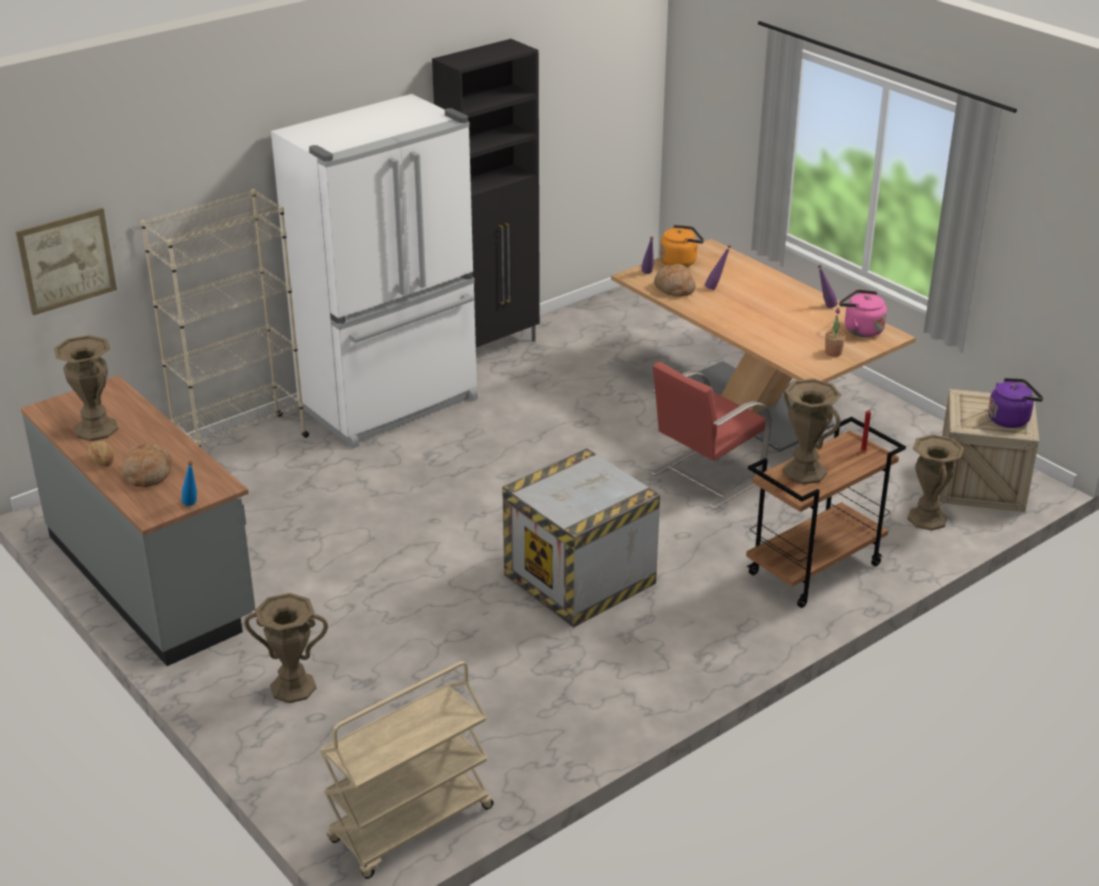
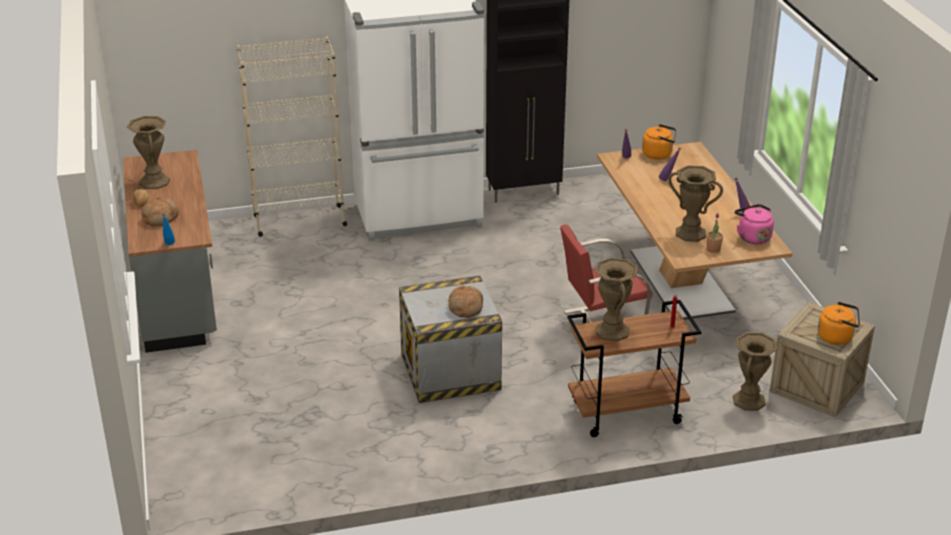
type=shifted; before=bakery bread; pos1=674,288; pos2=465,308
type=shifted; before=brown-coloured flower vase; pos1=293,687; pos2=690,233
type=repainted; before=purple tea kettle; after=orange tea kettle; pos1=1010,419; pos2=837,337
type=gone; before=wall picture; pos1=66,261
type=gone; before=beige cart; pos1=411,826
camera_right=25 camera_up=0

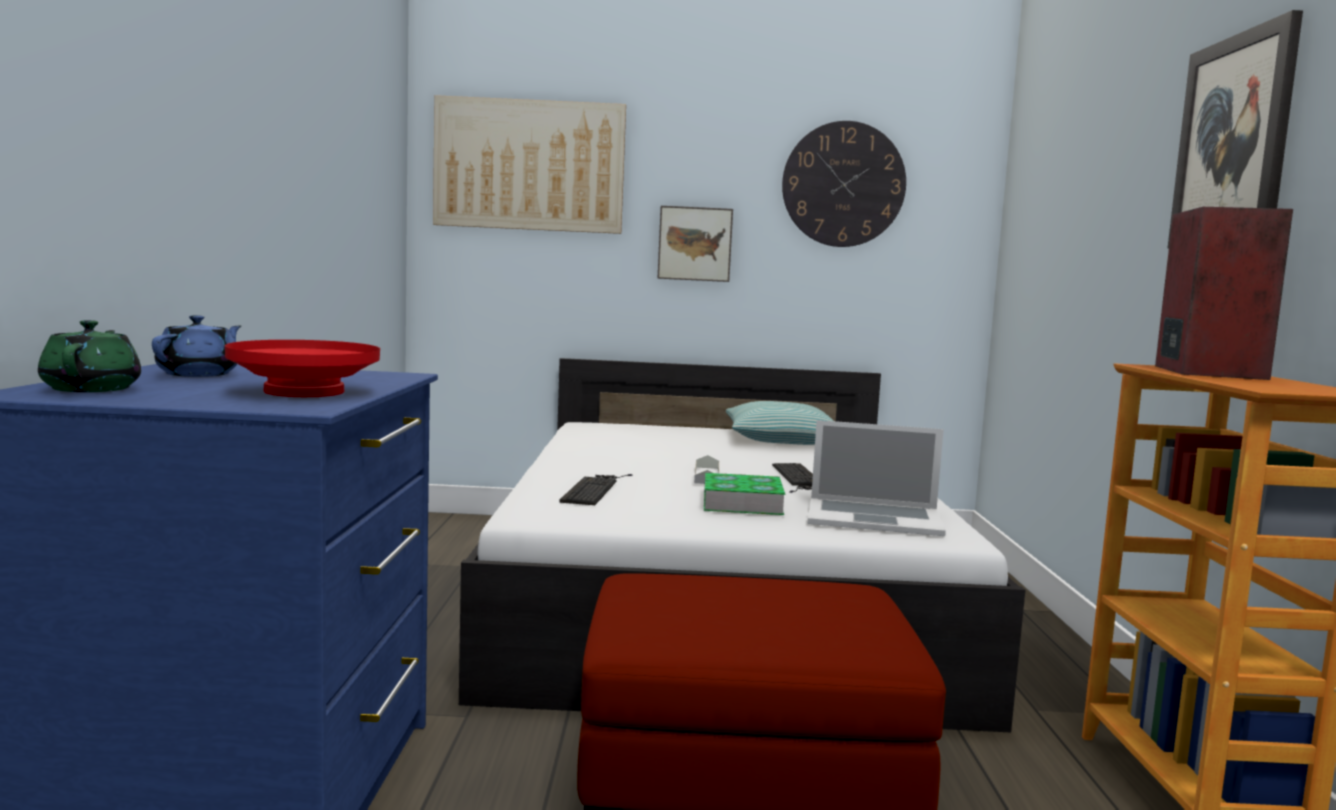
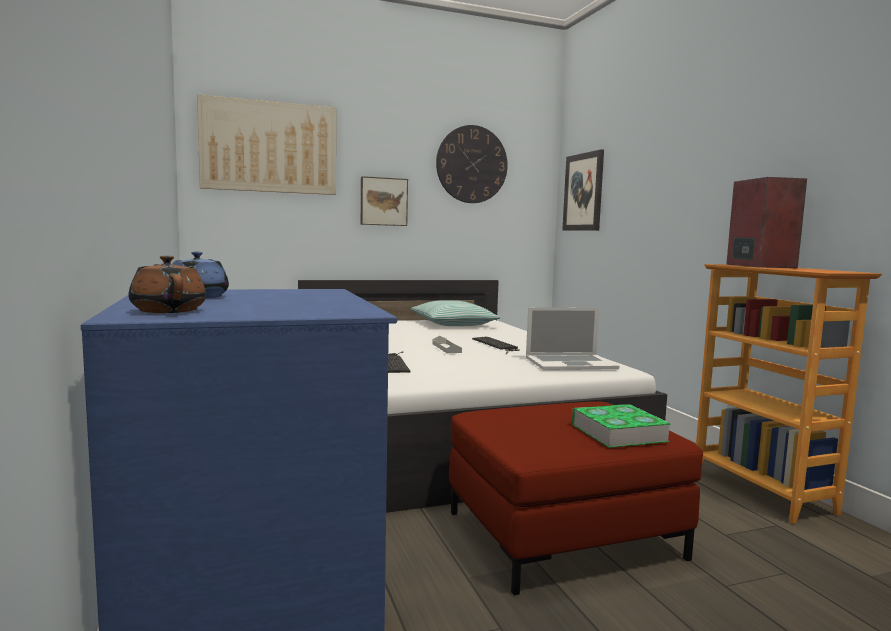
type=repainted; before=greenish pot for tea; after=brown-coloured pot for tea; pos1=92,389; pos2=168,310
type=shifted; before=wall picture; pos1=1232,142; pos2=583,192
type=shifted; before=bound book; pos1=742,503; pos2=618,433
type=gone; before=red serving bowl; pos1=304,392
camera_right=-20 camera_up=0

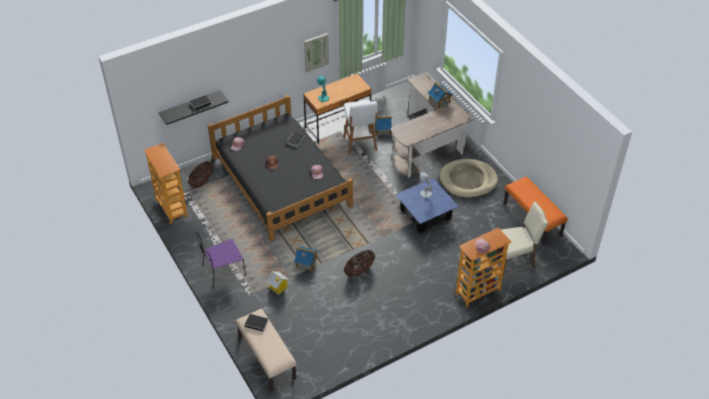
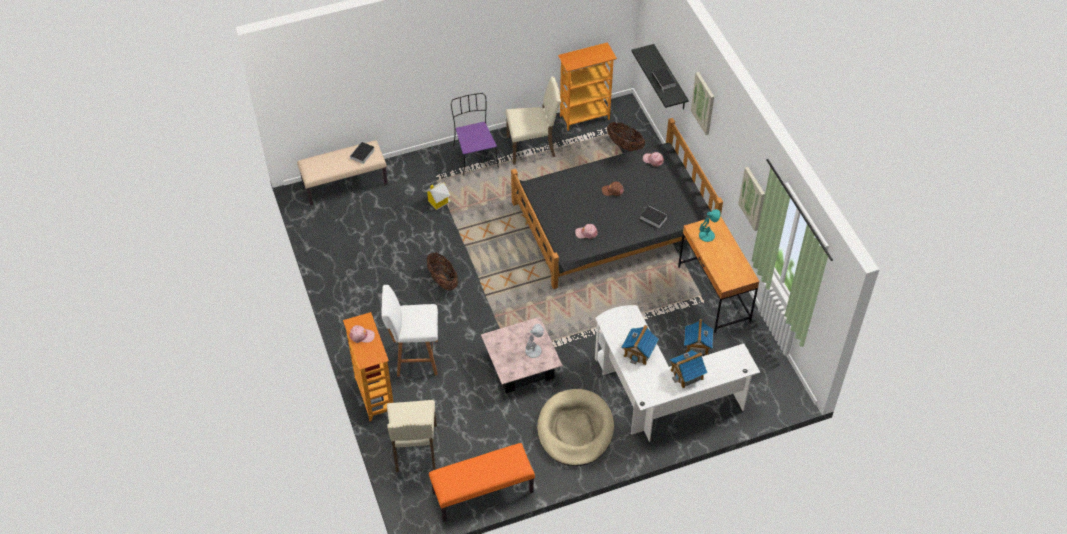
type=shifted; before=white sitting stool; pos1=360,144; pos2=415,358
type=repainted; before=blue-coloured lounge table; after=pinkish lounge table; pos1=425,214; pos2=521,366
type=new; after=beige upright chair; pos2=532,147
type=repainted; before=brown-coloured desk table; after=white desk table; pos1=429,144; pos2=659,396
type=shifted; before=toy house; pos1=306,262; pos2=639,351
type=new; after=wall picture; pos2=703,103
camera_right=100 camera_up=5

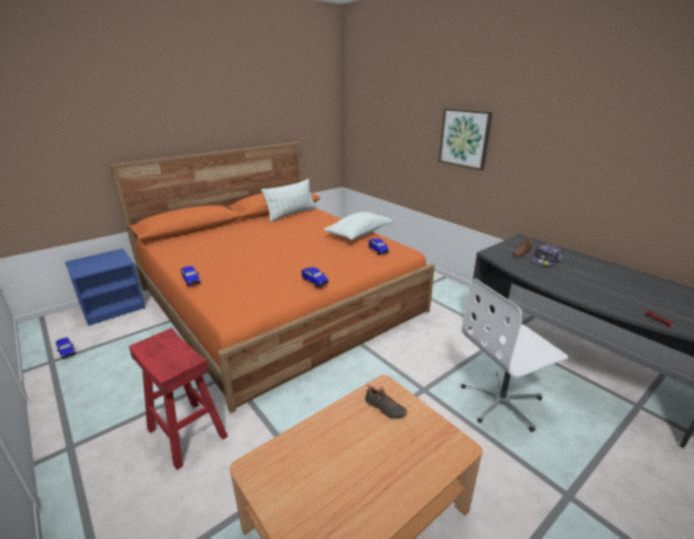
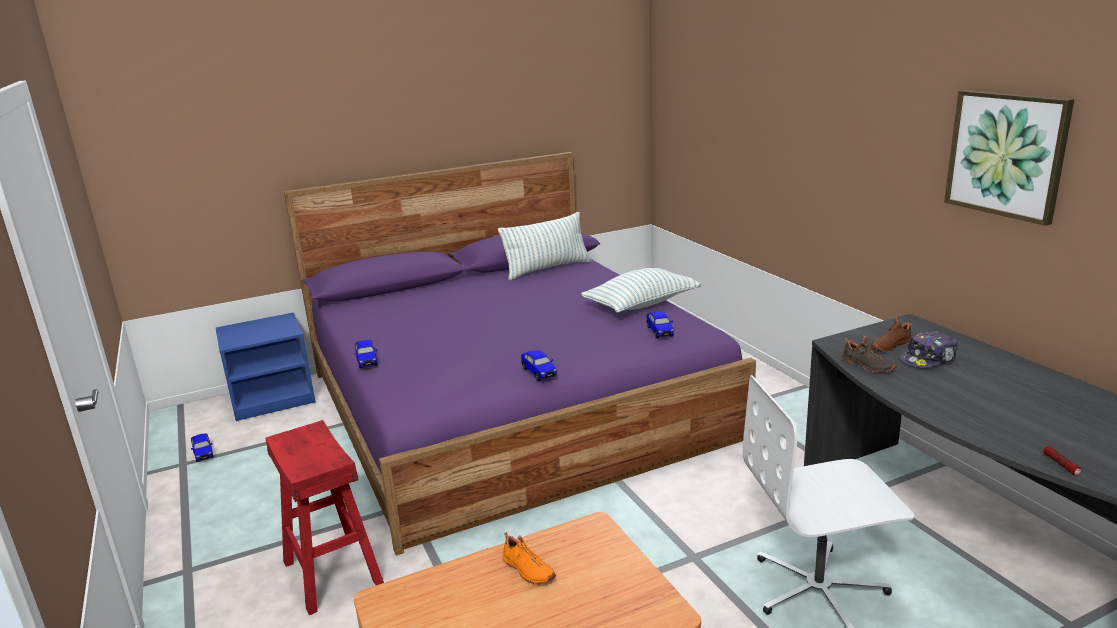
type=repainted; before=orange bed; after=purple bed; pos1=279,299; pos2=511,404
type=new; after=orange low shoe; pos2=527,571
type=shifted; before=black low shoe; pos1=384,409; pos2=867,366
type=shifted; before=wall picture; pos1=464,138; pos2=1006,154
camera_right=15 camera_up=-5

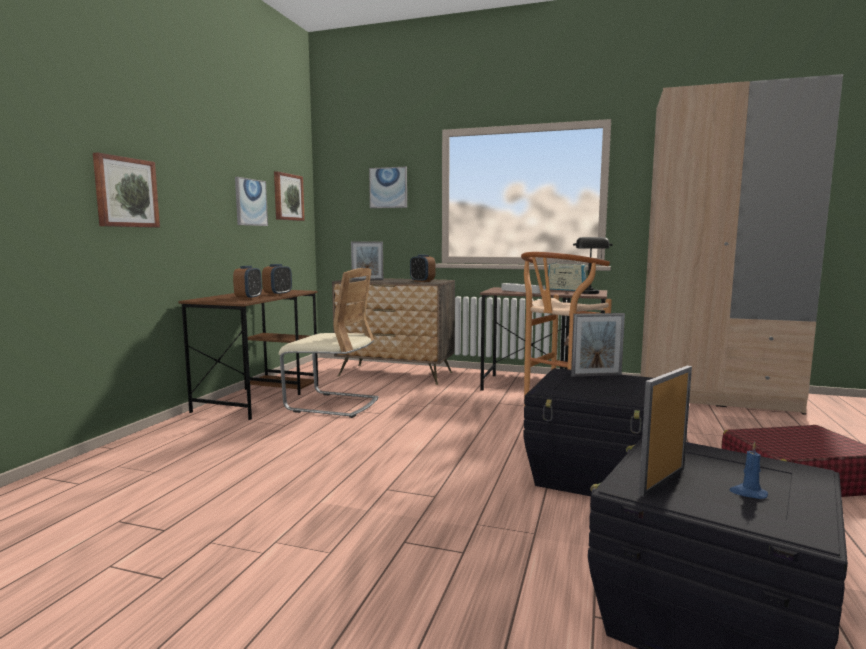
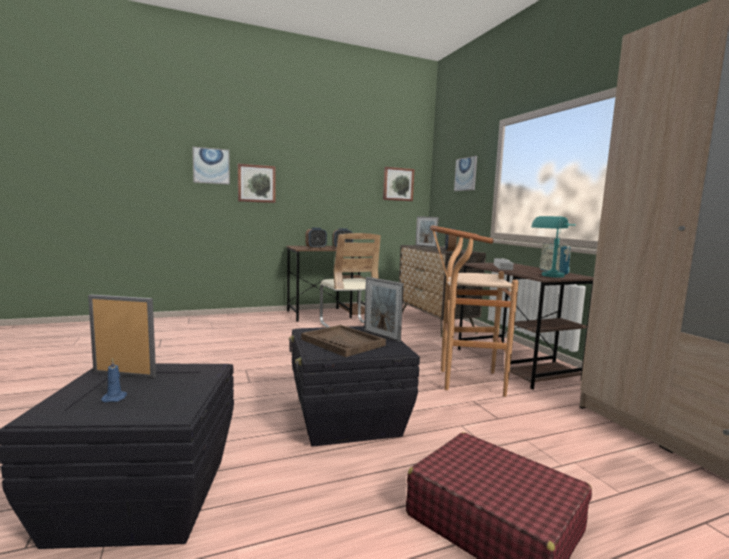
type=shifted; before=wall picture; pos1=250,202; pos2=211,166
type=new; after=brown-coloured tray; pos2=343,342
type=repainted; before=black table lamp; after=blue-green table lamp; pos1=590,293; pos2=548,276
camera_right=50 camera_up=0

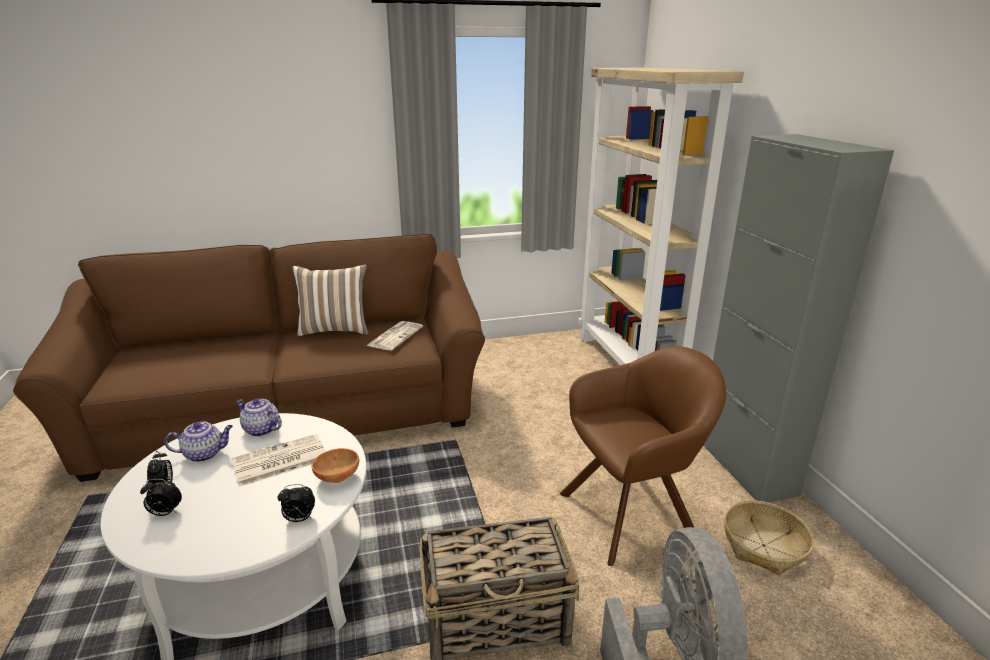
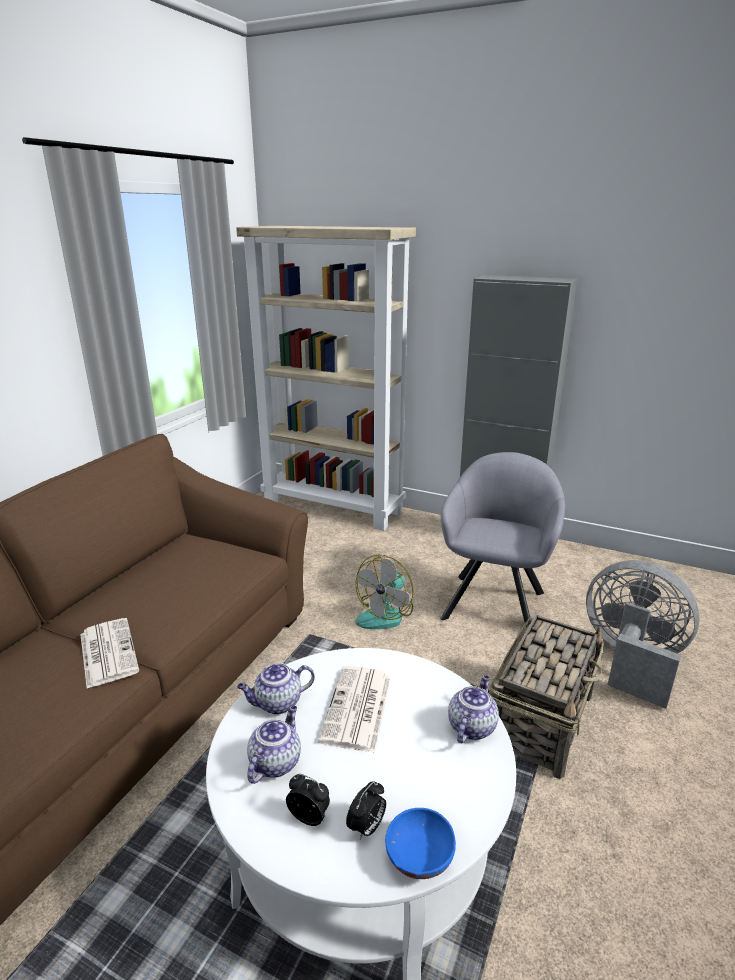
type=shifted; before=newspaper; pos1=395,336; pos2=107,652
type=new; after=electric fan; pos2=386,614
type=new; after=blue-coloured serving bowl; pos2=418,858
type=repainted; before=brown-coloured armchair; after=greyish armchair; pos1=633,513; pos2=495,601
type=swapped; before=bedside clock; after=pot for tea; pos1=299,519; pos2=471,726
type=gone; before=throw pillow; pos1=335,329
type=gone; before=brown-coloured serving bowl; pos1=337,476
type=gone; before=storage basket; pos1=764,545
camera_right=-50 camera_up=0

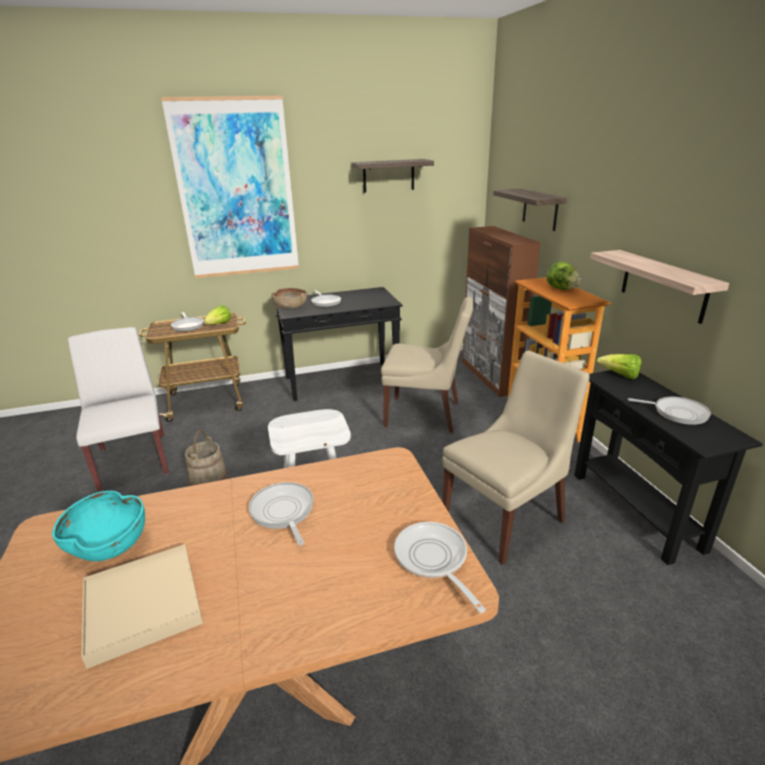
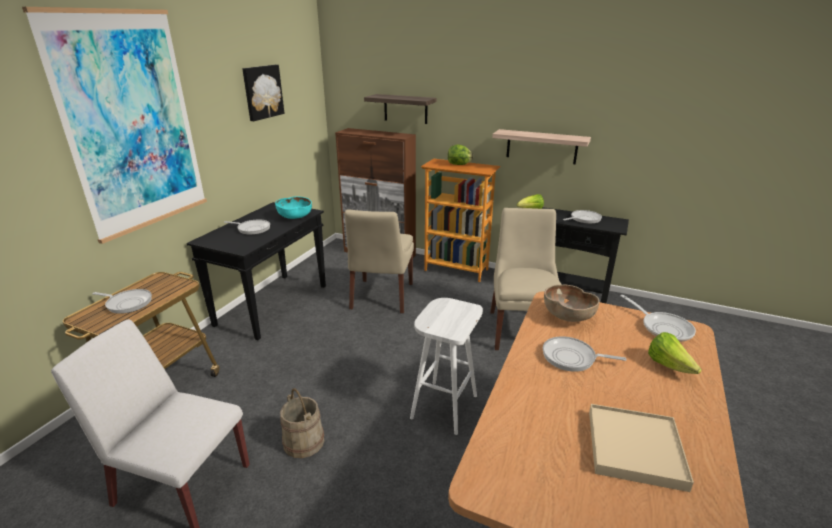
type=swapped; before=wall shelf; after=wall picture; pos1=388,175; pos2=262,92
type=shifted; before=blue-green serving bowl; pos1=109,545; pos2=295,217
type=rotated; before=beige upright chair; pos1=425,414; pos2=381,297; turn=135
type=shifted; before=brown-coloured serving bowl; pos1=290,308; pos2=567,316
type=rotated; before=frying pan; pos1=433,560; pos2=663,328; turn=-135
type=shifted; before=lettuce; pos1=219,325; pos2=669,365
camera_right=-50 camera_up=0

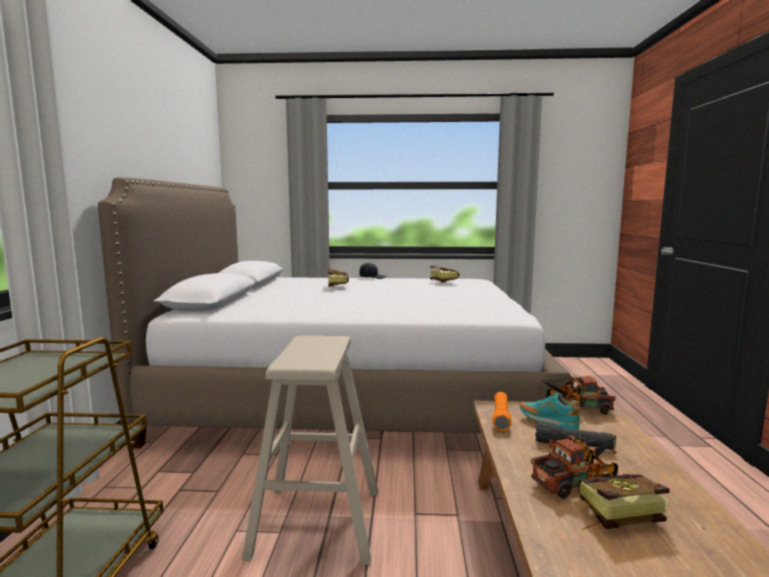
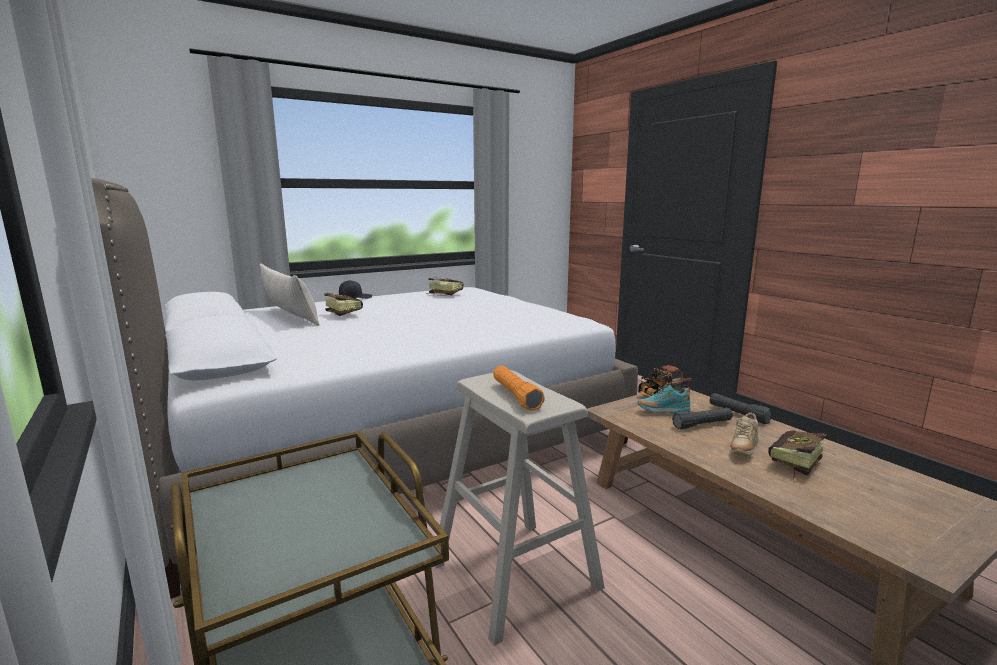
type=new; after=beige throw pillow; pos2=290,317
type=shifted; before=orange torch; pos1=501,417; pos2=516,396
type=new; after=black torch; pos2=738,414
type=swapped; before=toy truck; after=beige low shoe; pos1=578,481; pos2=743,450
camera_right=-35 camera_up=5

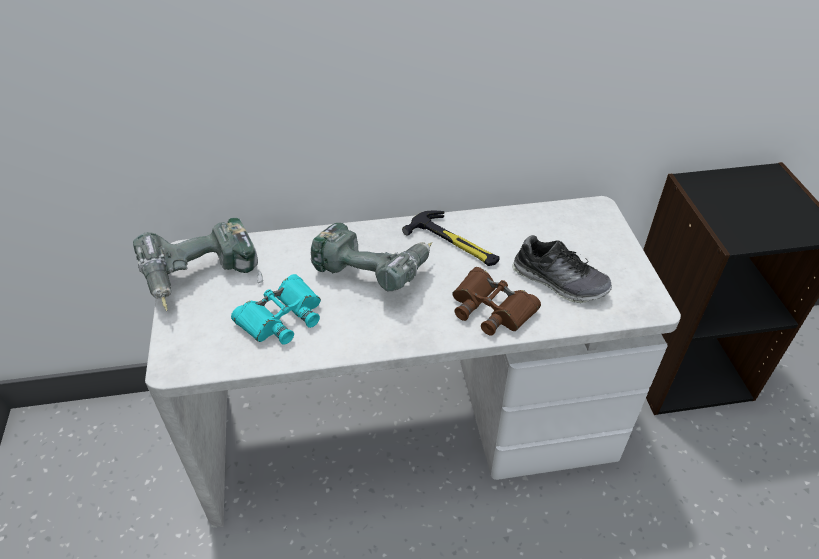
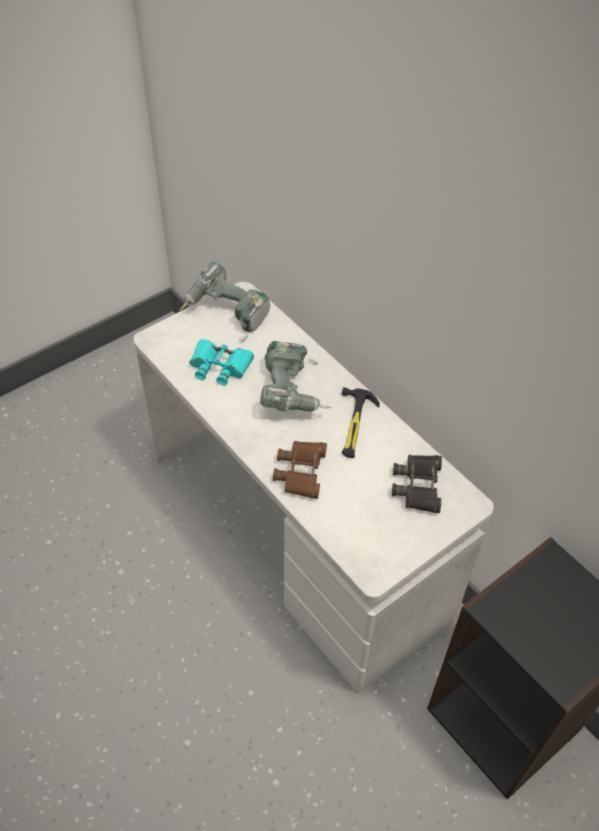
type=new; after=black pair of binoculars; pos2=418,486
type=gone; before=low shoe; pos1=559,281
camera_right=60 camera_up=5

